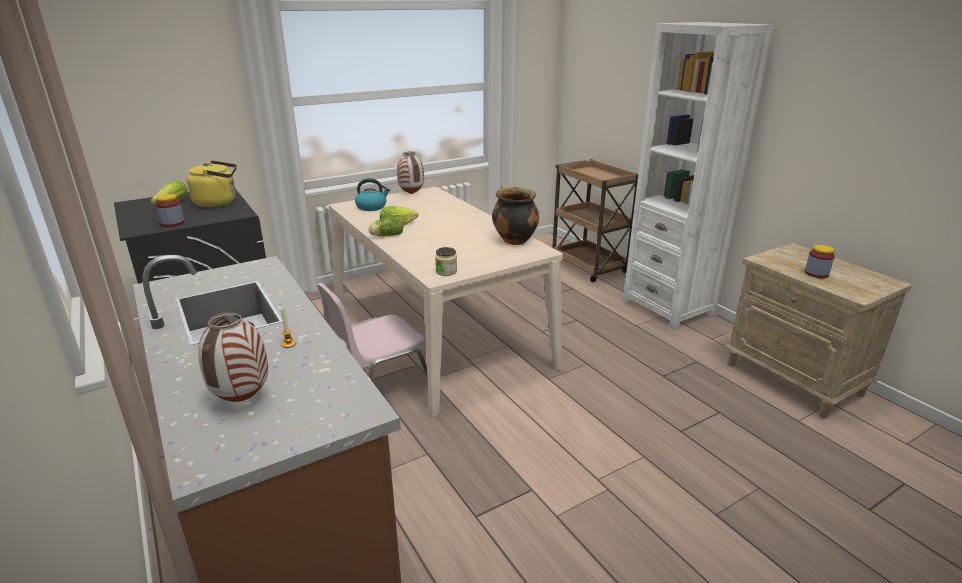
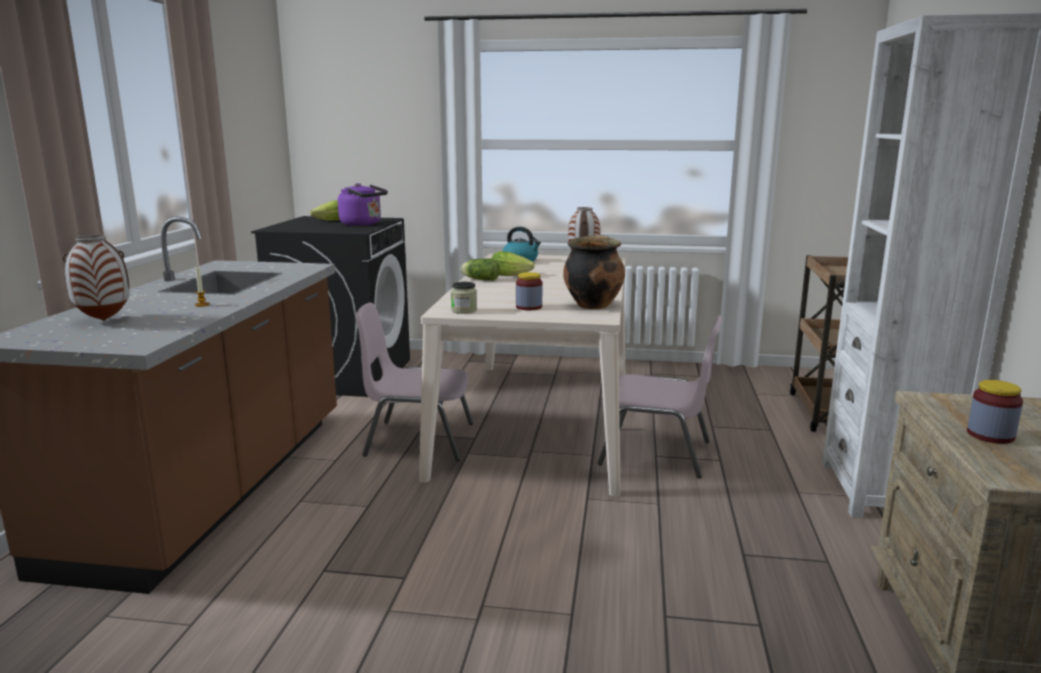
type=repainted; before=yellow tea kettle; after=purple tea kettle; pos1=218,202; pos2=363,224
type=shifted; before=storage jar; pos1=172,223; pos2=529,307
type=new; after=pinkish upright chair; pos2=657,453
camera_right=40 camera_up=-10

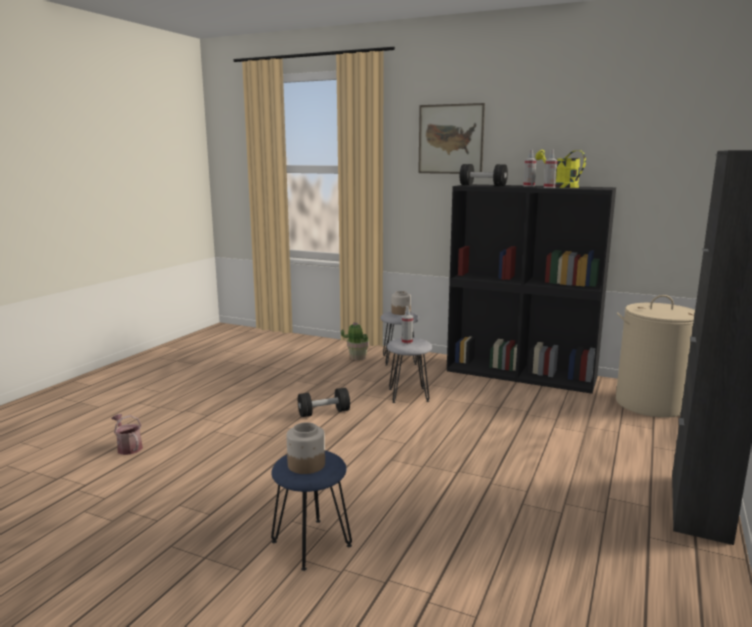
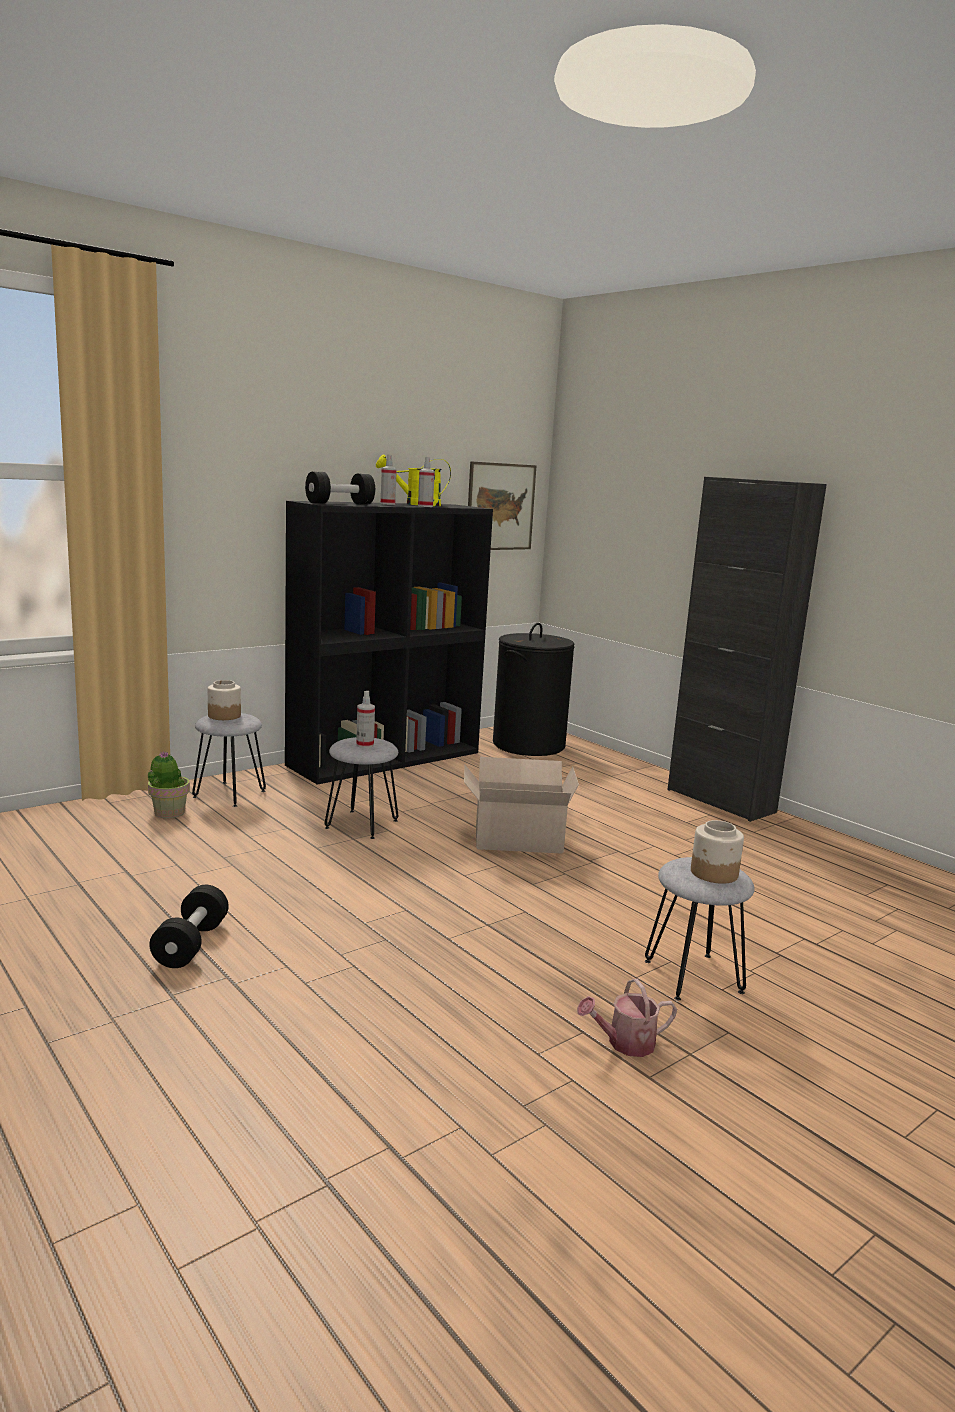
type=shifted; before=black free weight; pos1=324,413; pos2=191,944
type=new; after=cardboard box; pos2=515,839
type=shifted; before=wall picture; pos1=450,139; pos2=500,507
type=repainted; before=beige laundry basket; after=black laundry basket; pos1=650,404; pos2=528,745
type=shifted; before=watering can; pos1=128,447; pos2=625,1043
type=repainted; before=blue-coloured sitting stool; after=greyish sitting stool; pos1=310,544; pos2=693,977
camera_right=-65 camera_up=0

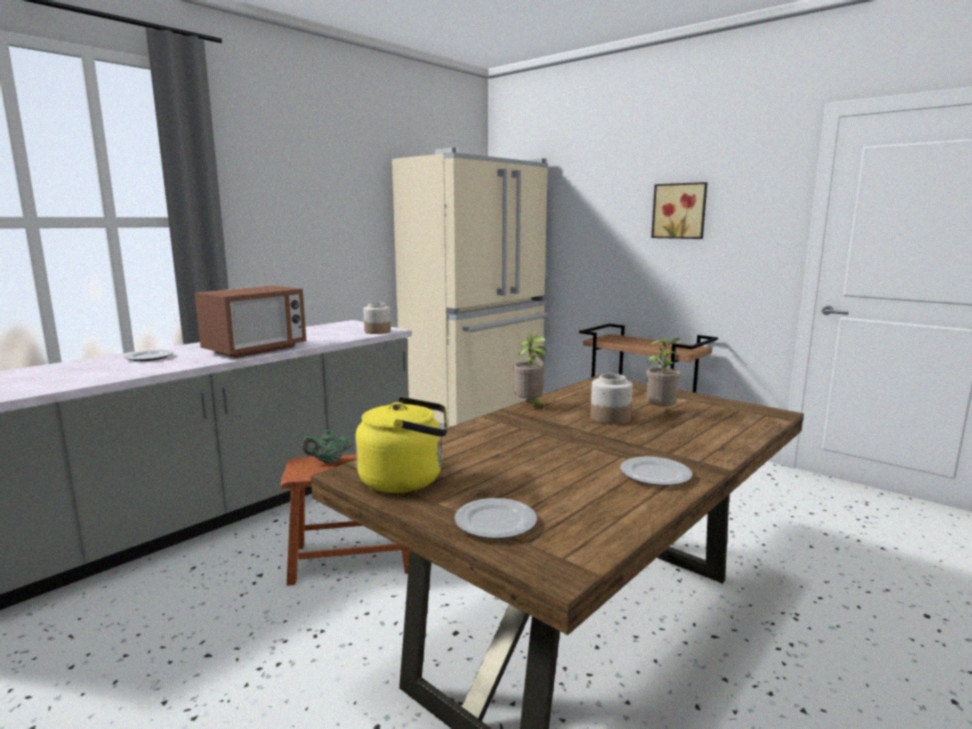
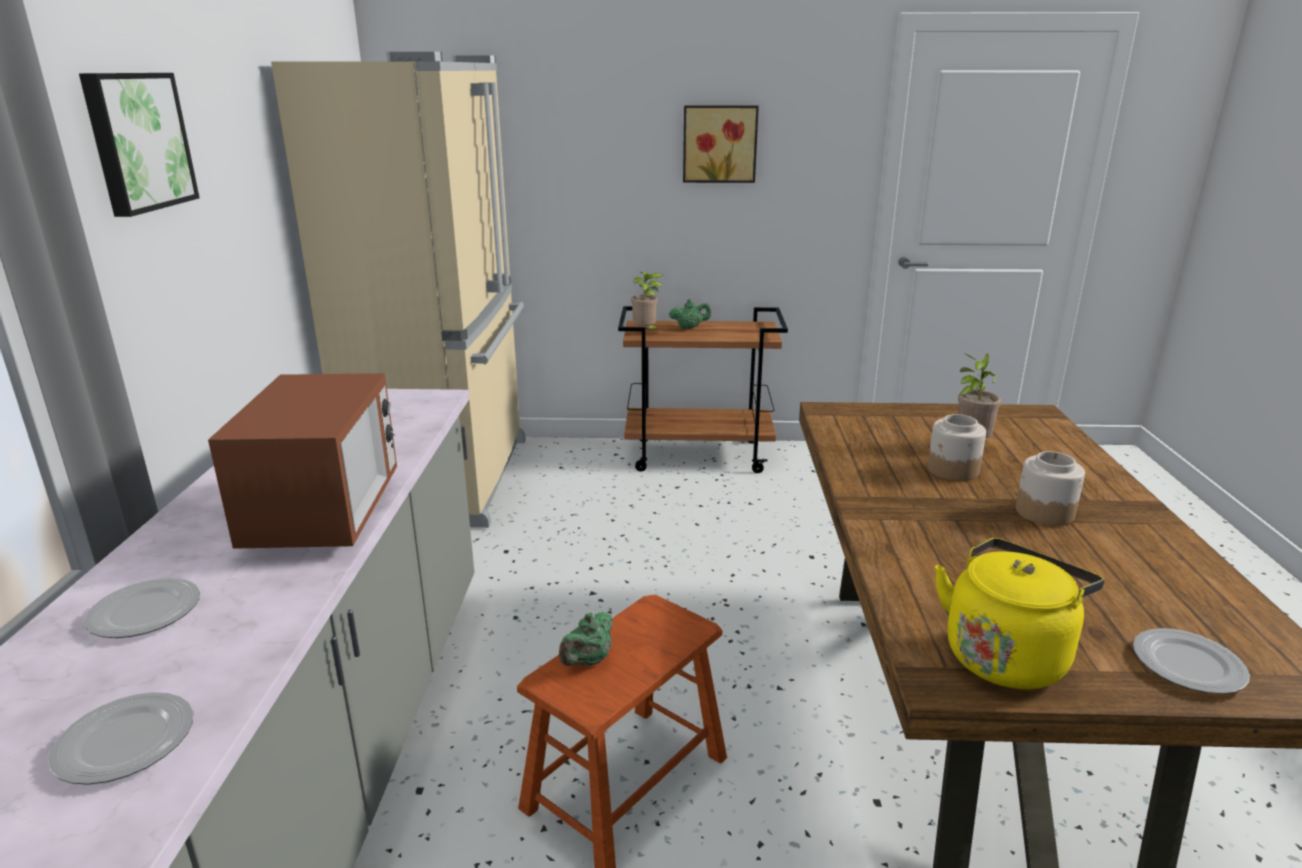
type=shifted; before=dinner plate; pos1=654,475; pos2=124,742
type=new; after=wall picture; pos2=137,142
type=shifted; before=potted plant; pos1=529,406; pos2=646,332
type=new; after=greenish pot for tea; pos2=689,328
type=shifted; before=storage jar; pos1=378,331; pos2=1044,512
camera_right=-40 camera_up=10

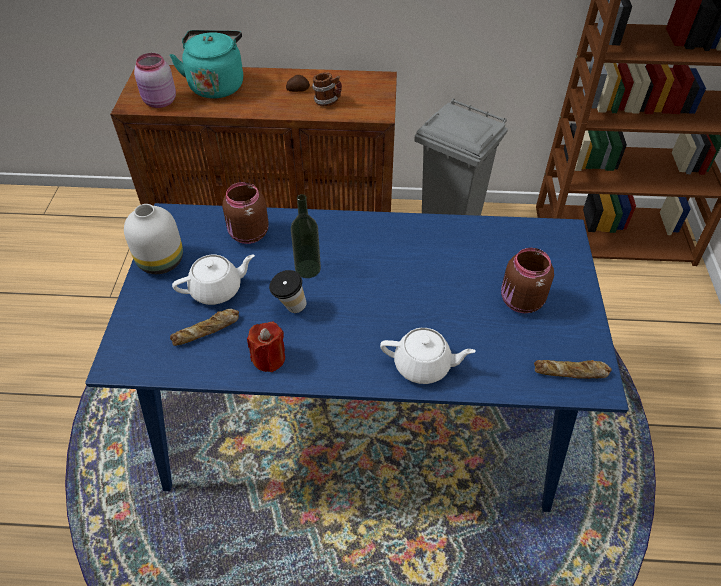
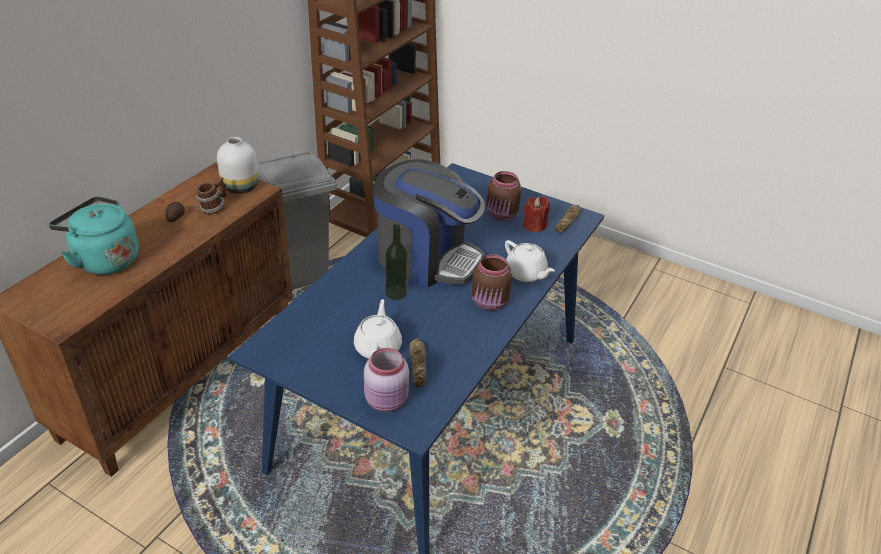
type=shifted; before=white flower vase; pos1=160,262; pos2=240,187
type=shifted; before=pinkish storage jar; pos1=160,102; pos2=387,401
type=new; after=coffee machine; pos2=426,258
type=shifted; before=brown-coloured storage jar; pos1=248,234; pos2=490,303
type=rotated; before=white pot for tea; pos1=423,366; pos2=525,273; turn=105
type=shifted; before=red wax candle; pos1=269,358; pos2=534,226
type=gone; before=drinking cup; pos1=290,308
camera_right=-65 camera_up=-10

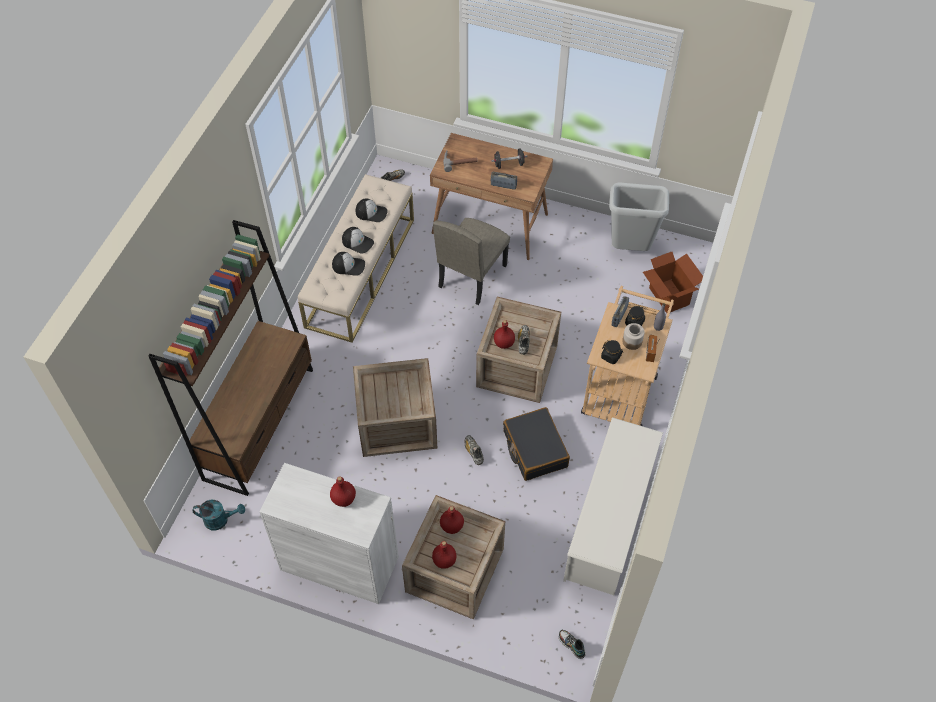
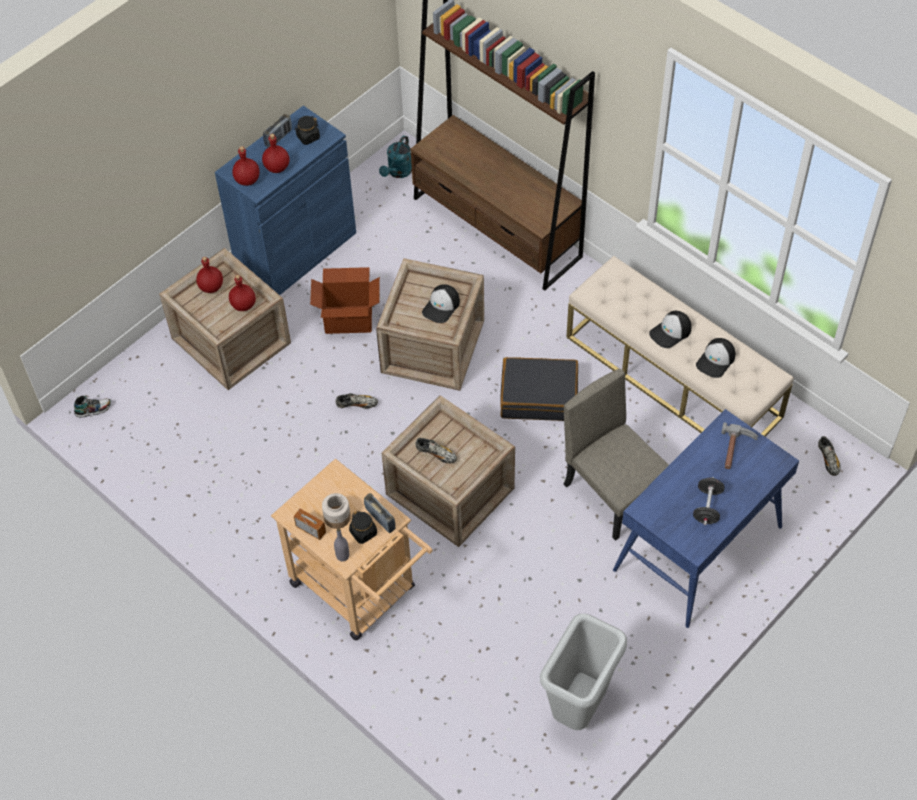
type=repainted; before=white storage cabinet; after=blue-coloured storage cabinet; pos1=339,563; pos2=296,251
type=shifted; before=red drink bottle; pos1=503,343; pos2=247,180
type=shifted; before=radio; pos1=503,185; pos2=278,138
type=shifted; before=black storage jar; pos1=611,356; pos2=308,137
type=shifted; before=cardboard box; pos1=668,296; pos2=348,319
type=shifted; before=peaked cap; pos1=349,265; pos2=441,307
type=shifted; before=black piece of luggage; pos1=534,449; pos2=539,396
type=repainted; before=brown-coloured desk table; after=blue-coloured desk table; pos1=490,224; pos2=698,549
type=gone; before=white shoe stand; pos1=608,523
camera_right=115 camera_up=0

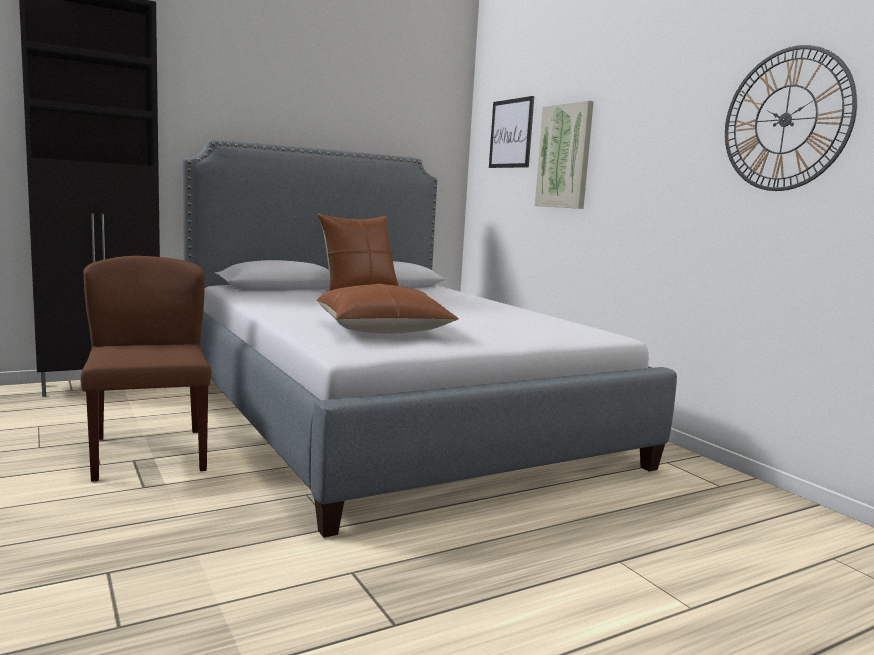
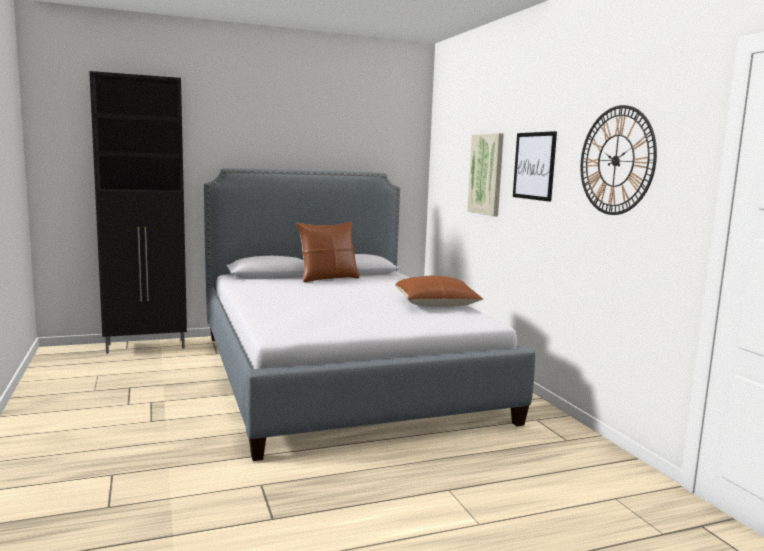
type=shifted; before=brown-coloured throw pillow; pos1=383,329; pos2=436,304
type=shifted; before=wall picture; pos1=511,133; pos2=534,166
type=gone; before=brown-coloured upright chair; pos1=149,453
camera_right=10 camera_up=0

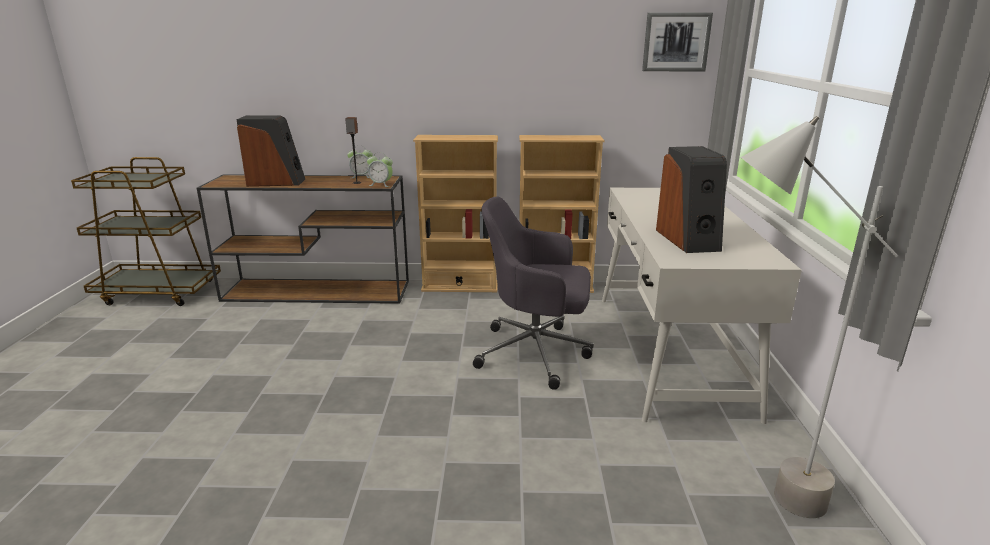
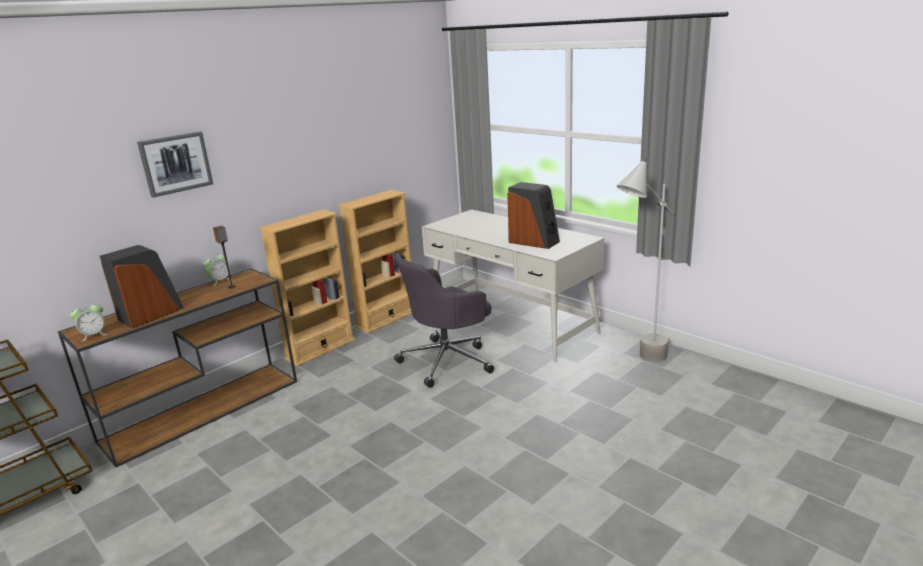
type=shifted; before=bedside clock; pos1=381,184; pos2=94,335
type=shifted; before=wall picture; pos1=676,42; pos2=176,163
camera_right=-45 camera_up=0

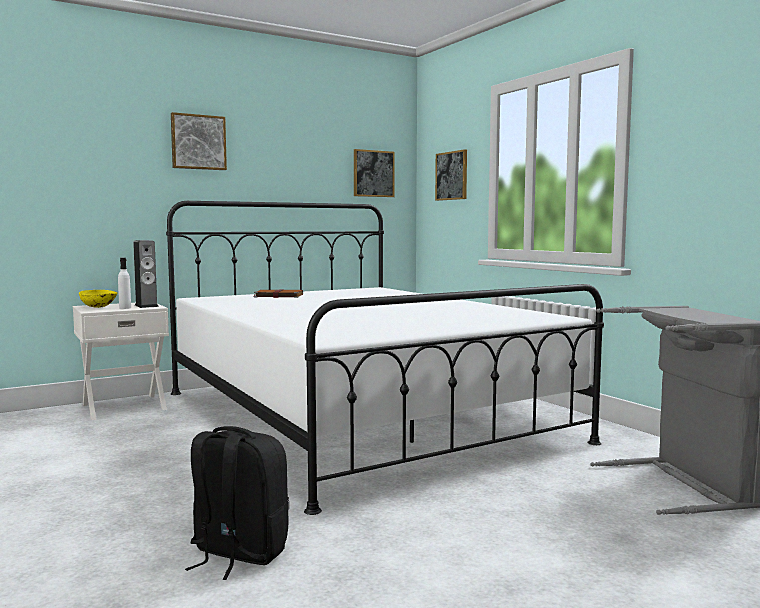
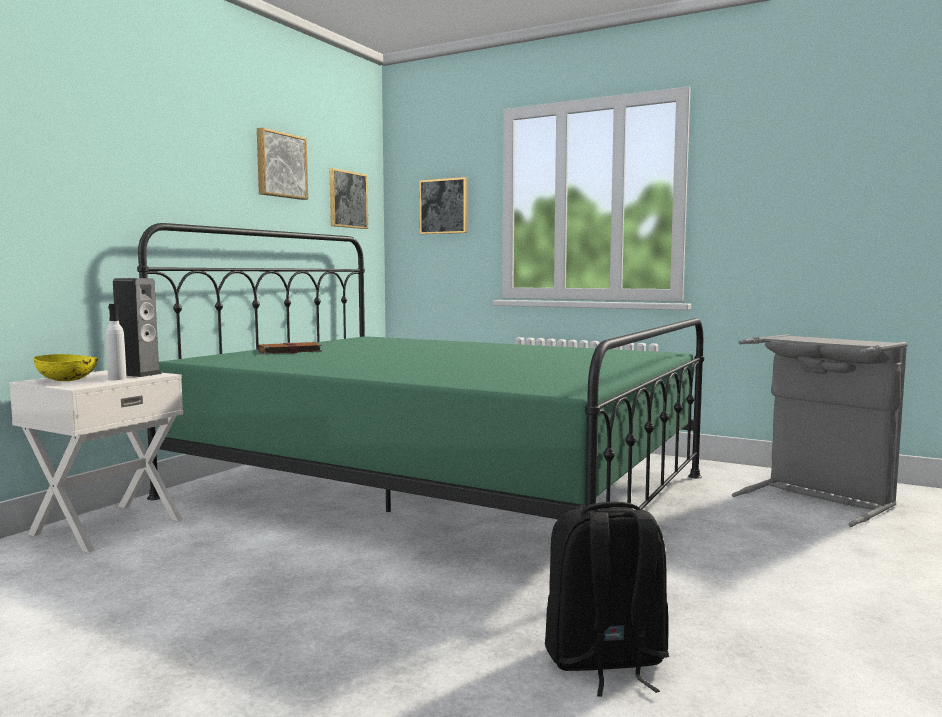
type=repainted; before=white bed; after=greenish bed; pos1=358,415; pos2=438,486
type=shifted; before=wall picture; pos1=198,142; pos2=280,165
camera_right=-30 camera_up=0

